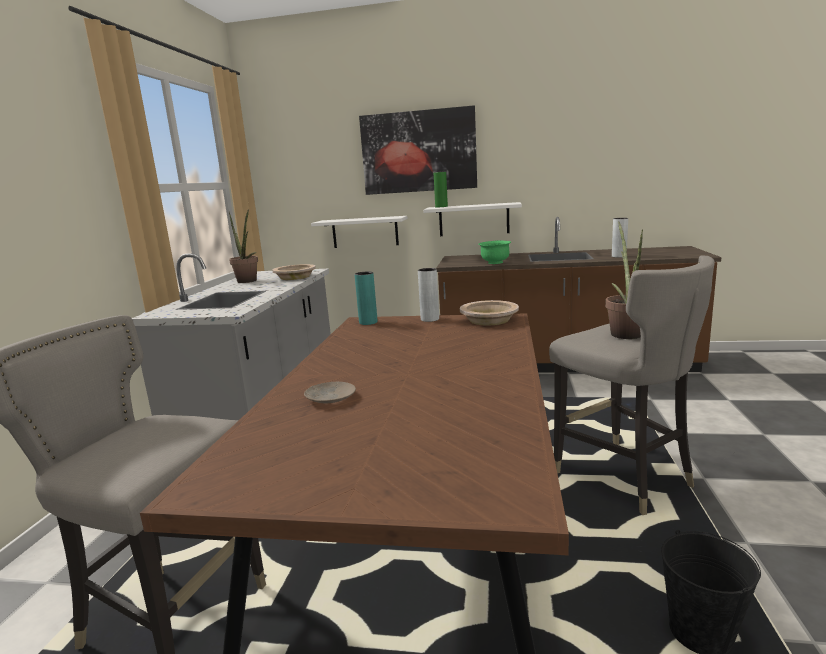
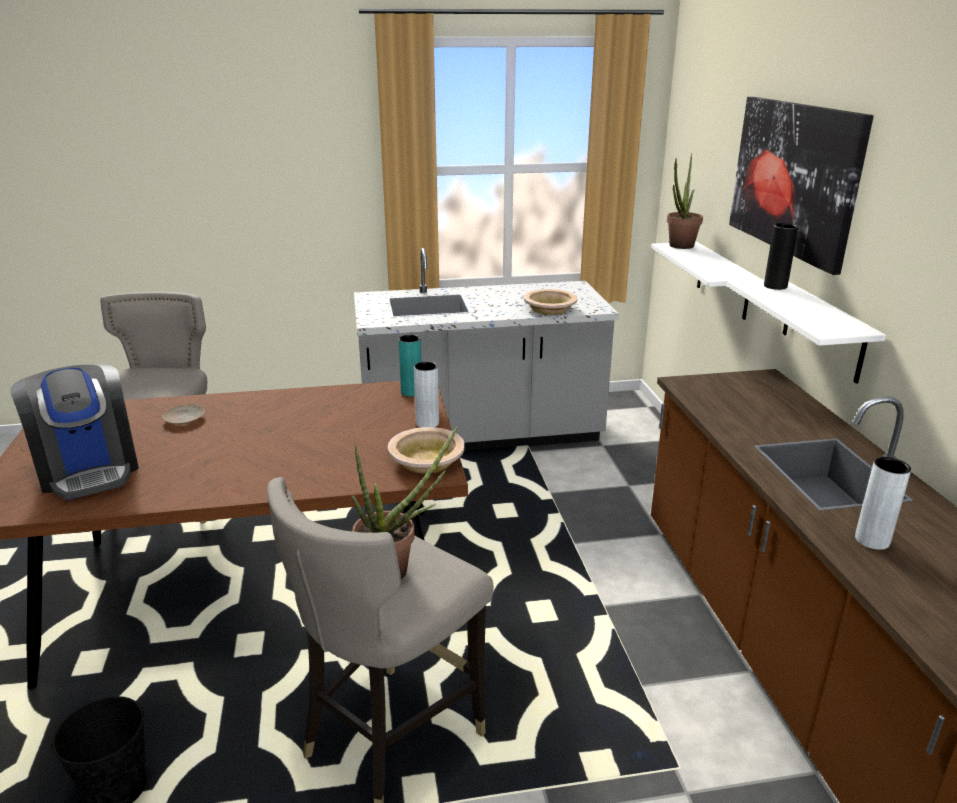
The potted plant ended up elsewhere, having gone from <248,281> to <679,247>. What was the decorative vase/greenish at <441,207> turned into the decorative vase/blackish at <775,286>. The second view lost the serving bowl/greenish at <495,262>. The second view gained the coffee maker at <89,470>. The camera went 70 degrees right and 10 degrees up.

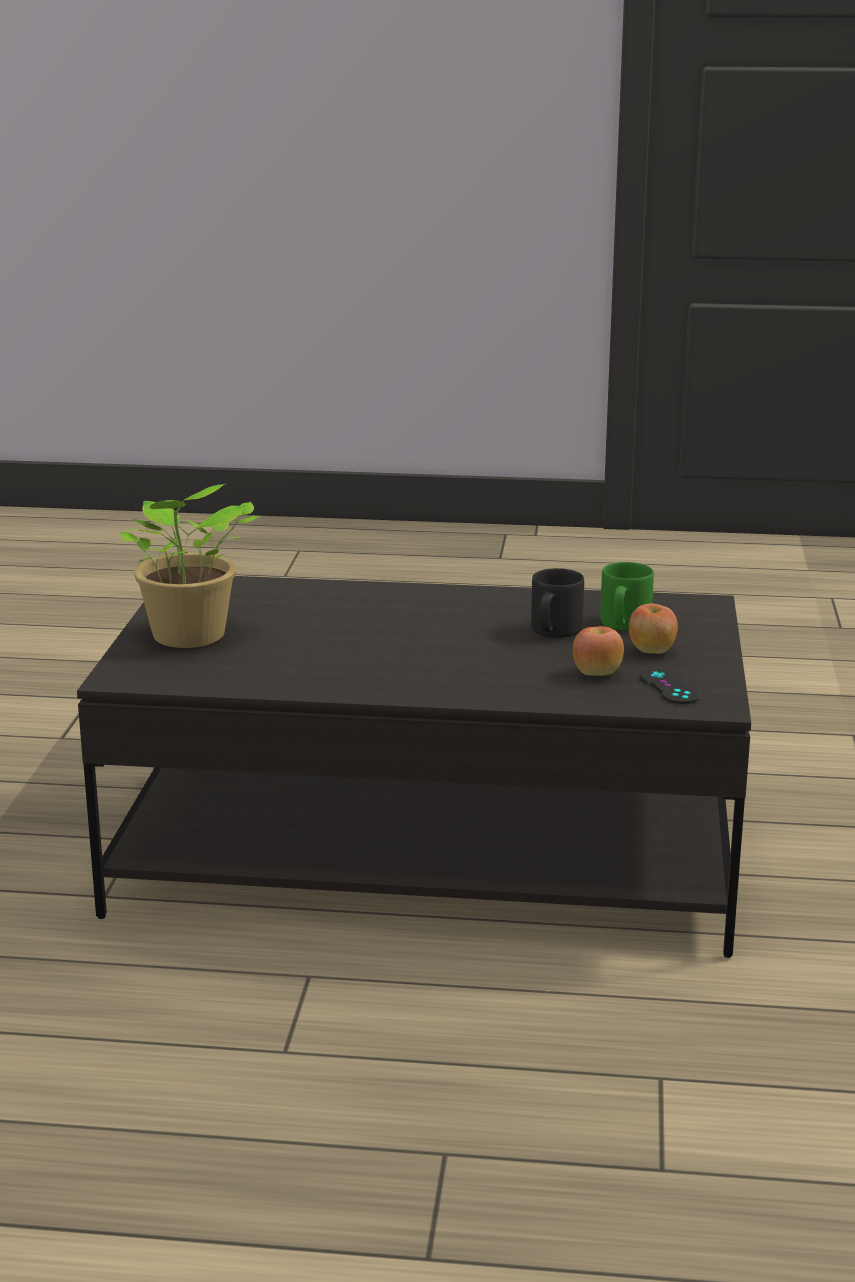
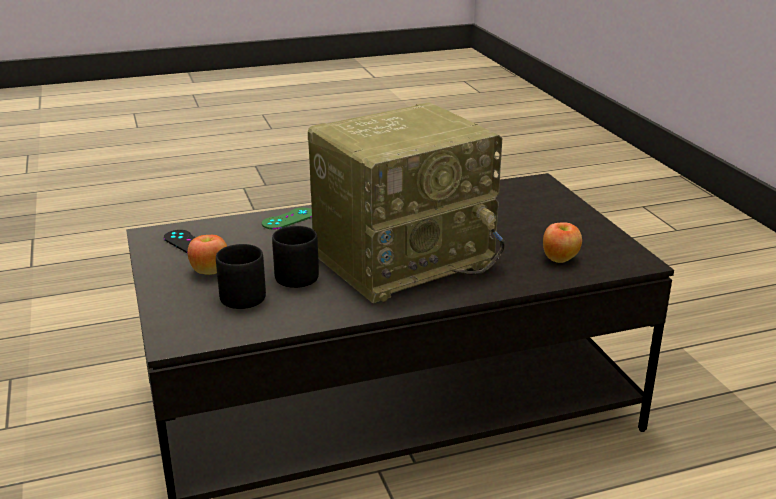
The second view lost the potted plant at <188,638>. The whole apple ended up elsewhere, having gone from <597,674> to <560,259>. What was the mug/greenish at <623,624> turned into the mug/blackish at <243,295>. The second view gained the joypad/greenish at <288,219>. The second view gained the radio set at <404,259>. The camera went 155 degrees right and 5 degrees up.

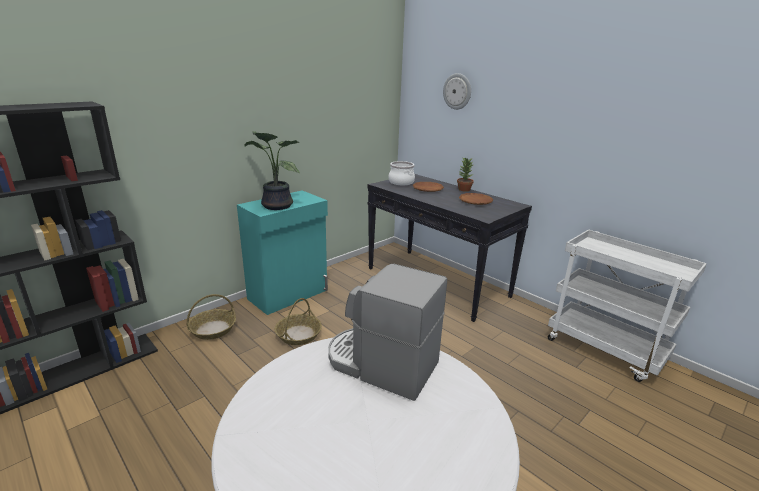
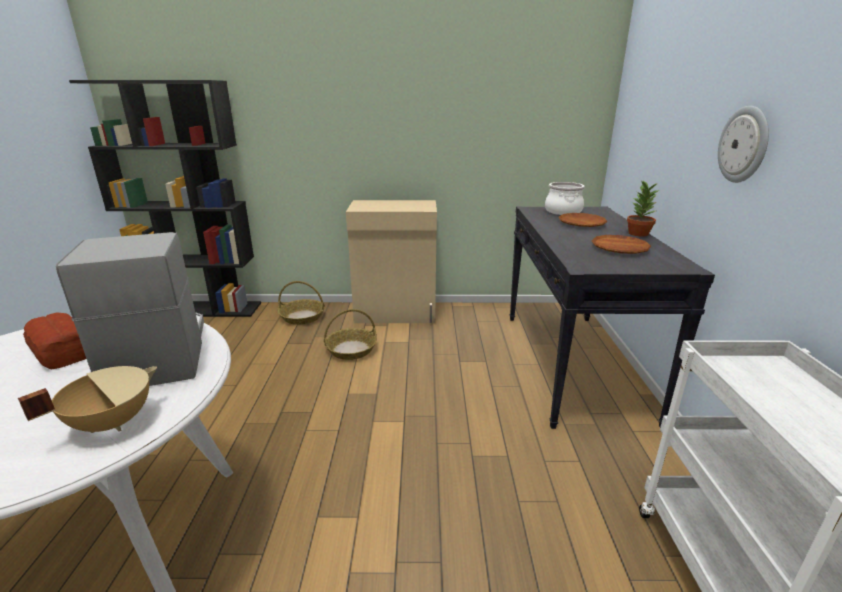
What was the cupboard/turquoise at <289,294> turned into the cupboard/sand-coloured at <396,314>. The second view lost the potted plant at <275,206>. The hanging clock ended up elsewhere, having gone from <457,91> to <744,145>. The second view gained the stockpot/sand-coloured at <111,422>. The second view gained the bakery bread at <61,351>. The camera went 45 degrees right and 0 degrees up.

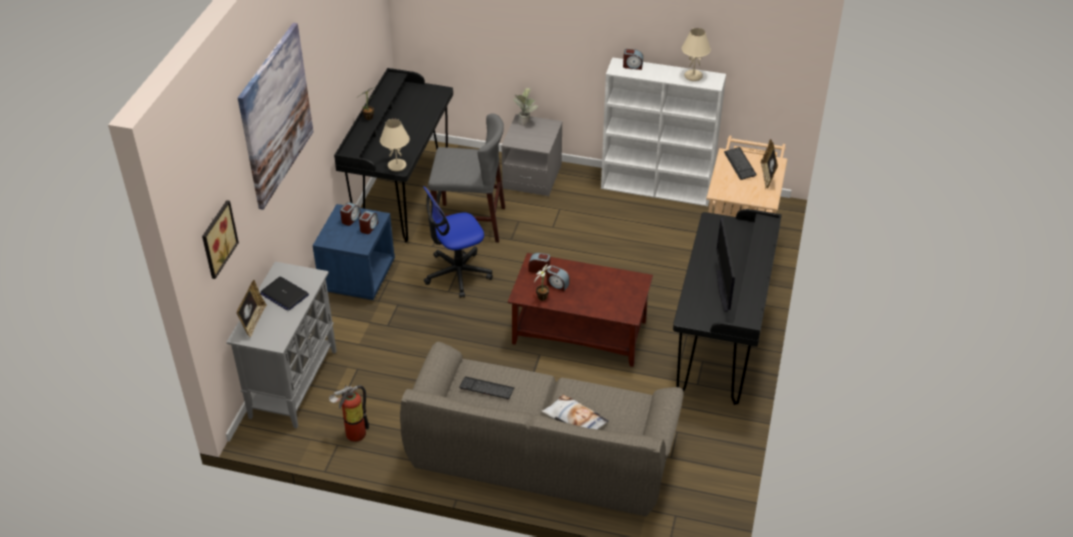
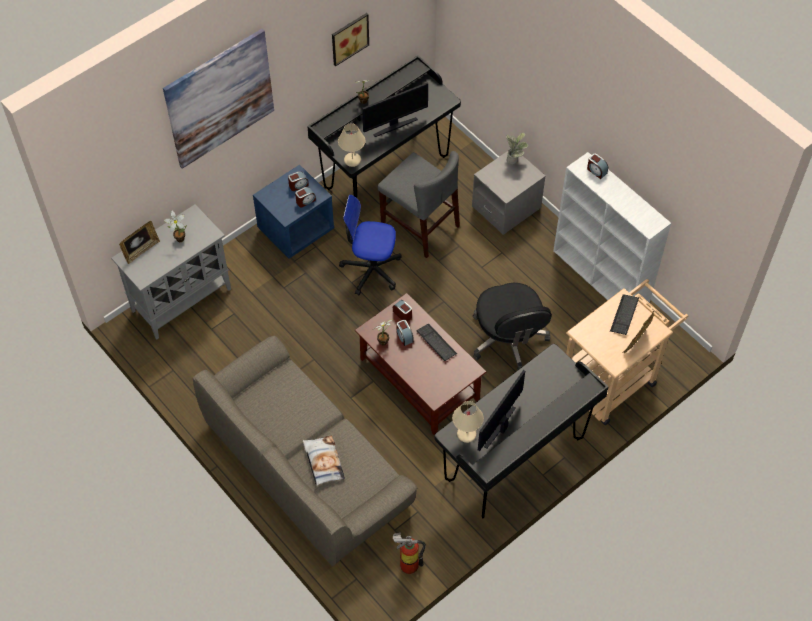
The wall art ended up elsewhere, having gone from <217,238> to <348,37>. Where the portable computer stood at <284,294>, the potted plant came to stand at <178,238>. The fire extinguisher ended up elsewhere, having gone from <352,434> to <406,563>. The computer keyboard ended up elsewhere, having gone from <486,389> to <436,343>. The lamp for a table/sand-coloured ended up elsewhere, having gone from <693,76> to <467,434>. The second view gained the computer screen at <394,126>. The second view gained the computer chair/blackish at <508,340>. The camera went 35 degrees right and 15 degrees up.

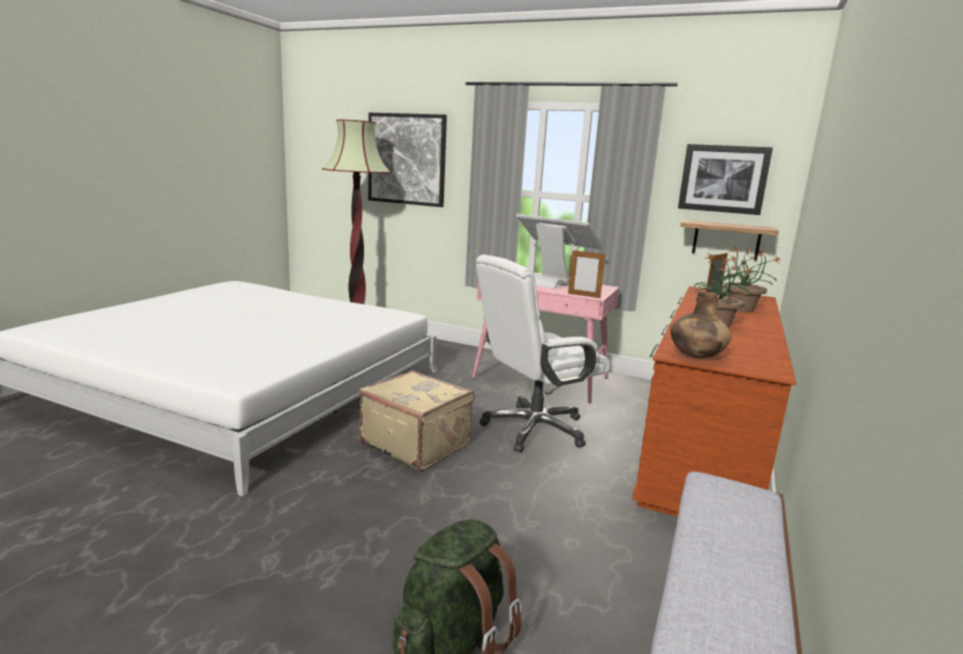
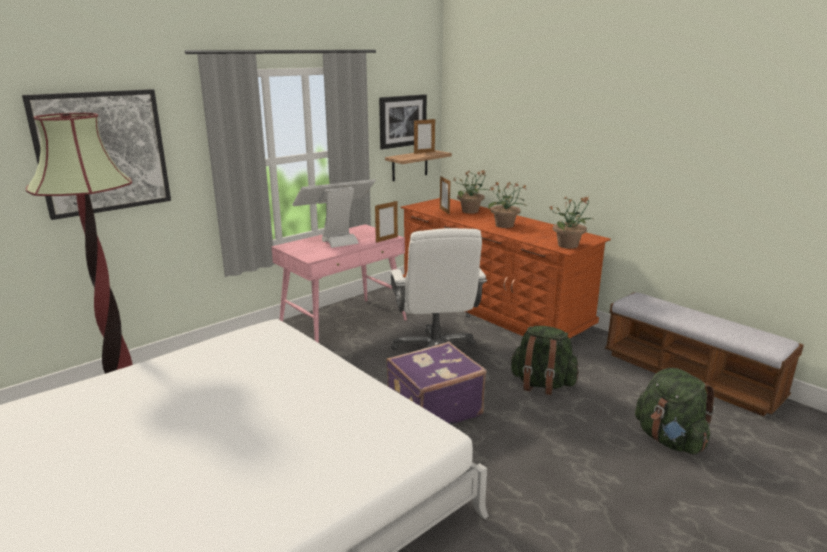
What was the suitcase/sand-coloured at <416,443> turned into the suitcase/purplish at <433,409>. Where the decorative vase/brown stood at <696,356>, the potted plant came to stand at <568,245>. The second view gained the photo frame at <424,152>. The second view gained the backpack/greenish at <541,384>. The camera went 65 degrees left and 5 degrees up.

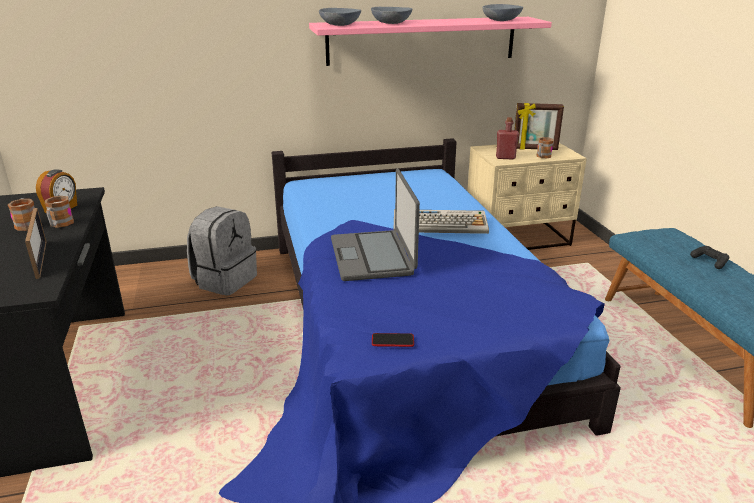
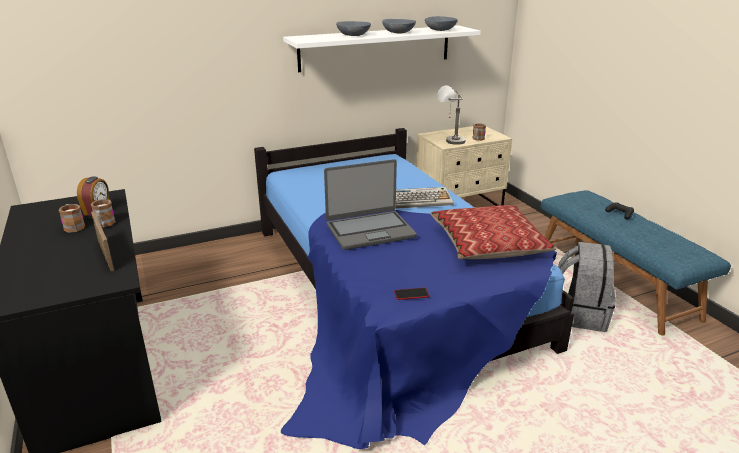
The backpack/grey ended up elsewhere, having gone from <225,280> to <579,314>. What was the wall shelf/pinkish at <422,40> turned into the wall shelf/whitish at <376,48>. The serving bowl/grey ended up elsewhere, having gone from <340,25> to <399,32>. The portable computer at <373,256> ended up facing another way, 90 degrees counterclockwise from before. Where the beverage bottle/reddish stood at <505,157>, the lamp for a table/grey came to stand at <449,141>. The second view lost the photo frame at <535,149>. The second view gained the throw pillow at <488,243>. The camera went 10 degrees left and 0 degrees up.

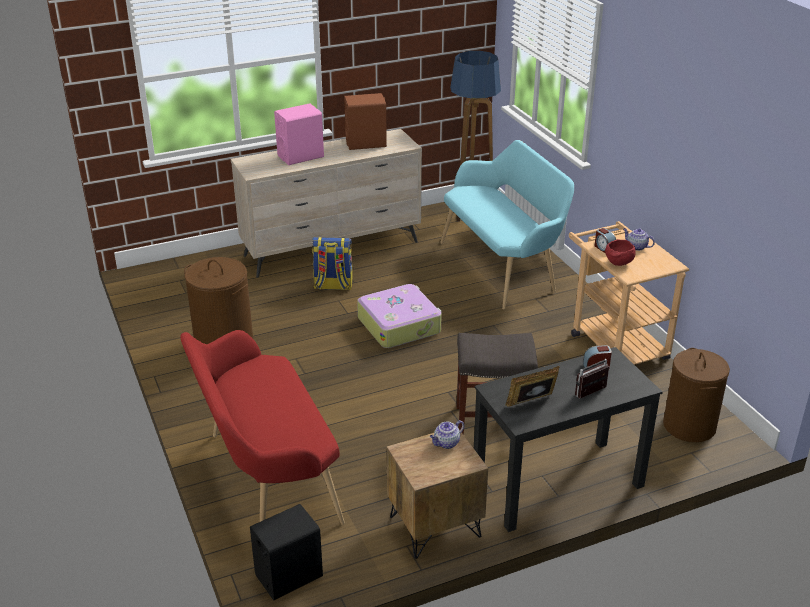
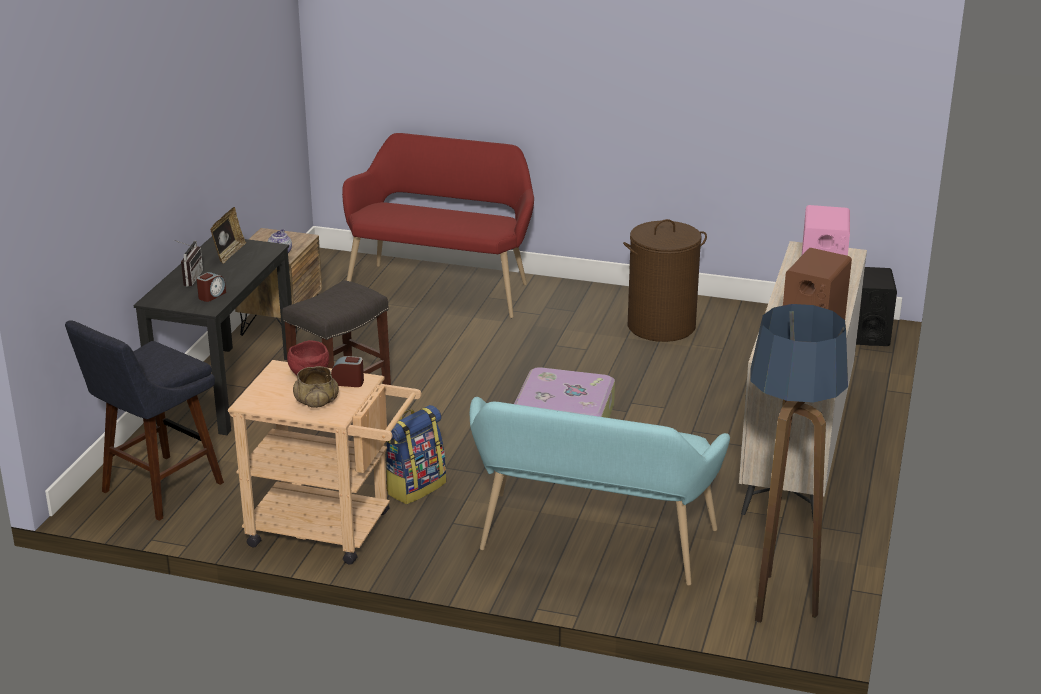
The audio speaker/blackish ended up elsewhere, having gone from <288,576> to <868,333>. The backpack ended up elsewhere, having gone from <333,286> to <415,487>. Where the teapot stood at <636,247>, the serving bowl/sand-coloured came to stand at <316,402>. Where the hamper/brown stood at <689,426>, the stool/blue came to stand at <156,490>. The camera went 130 degrees right and 5 degrees down.

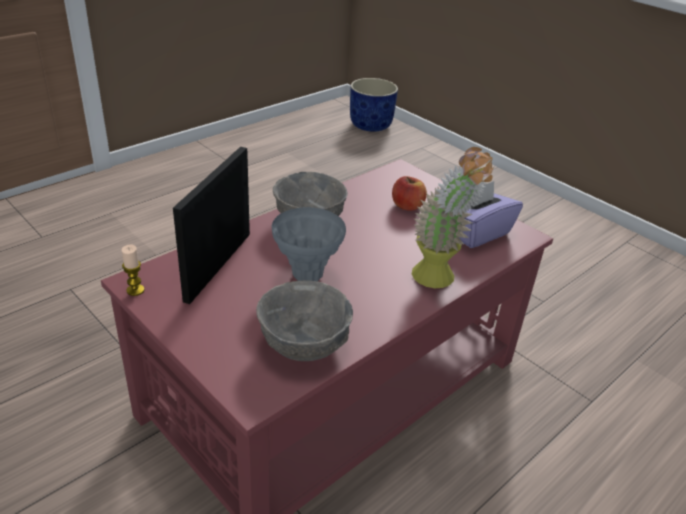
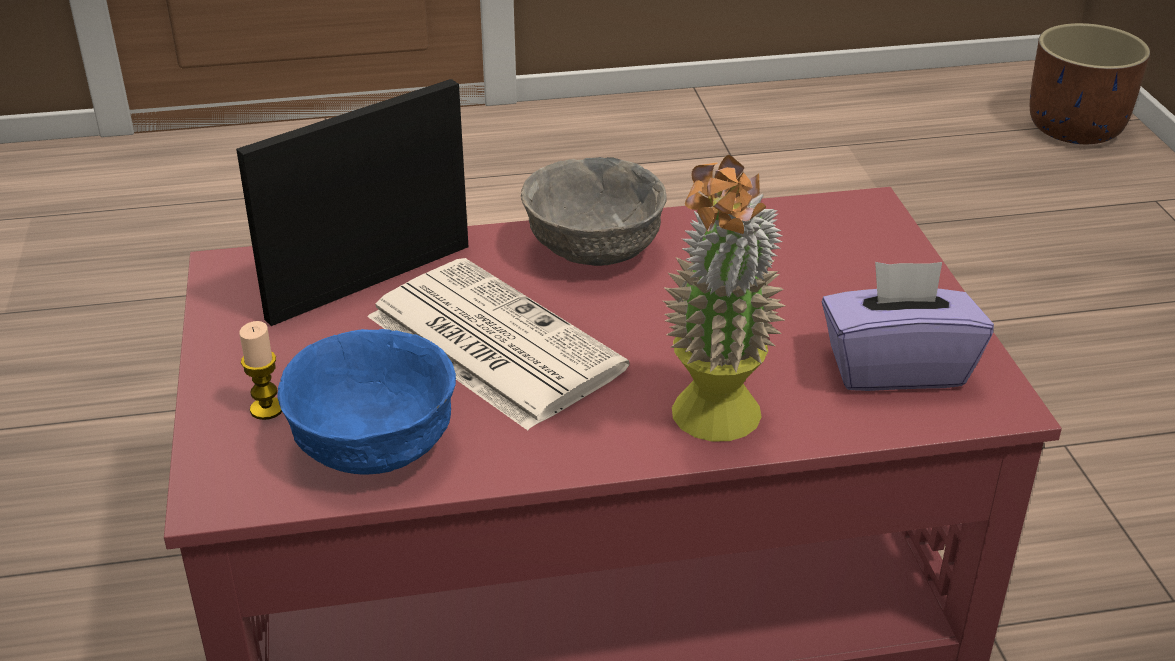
The wax candle ended up elsewhere, having gone from <135,290> to <267,409>. What was the serving bowl/grey at <305,343> turned into the serving bowl/blue at <376,445>. Where the decorative vase/grey stood at <307,276>, the newspaper came to stand at <490,342>. What was the flower pot/blue at <371,125> turned into the flower pot/brown at <1076,128>. The second view lost the whole apple at <407,206>. The camera went 35 degrees right and 0 degrees up.

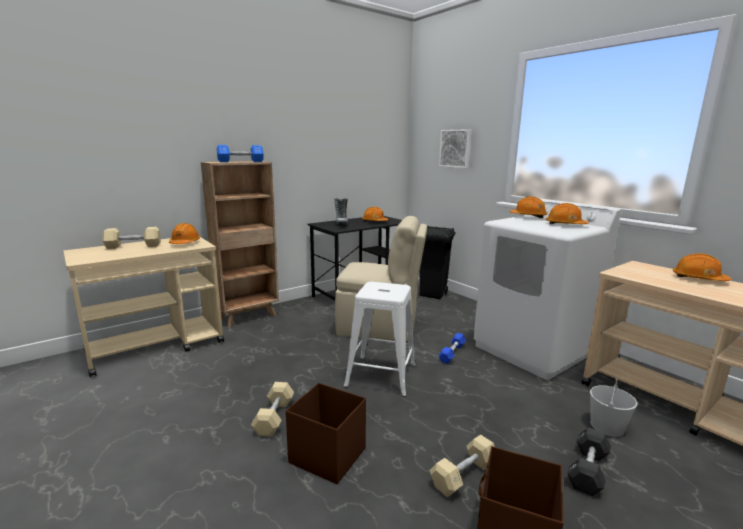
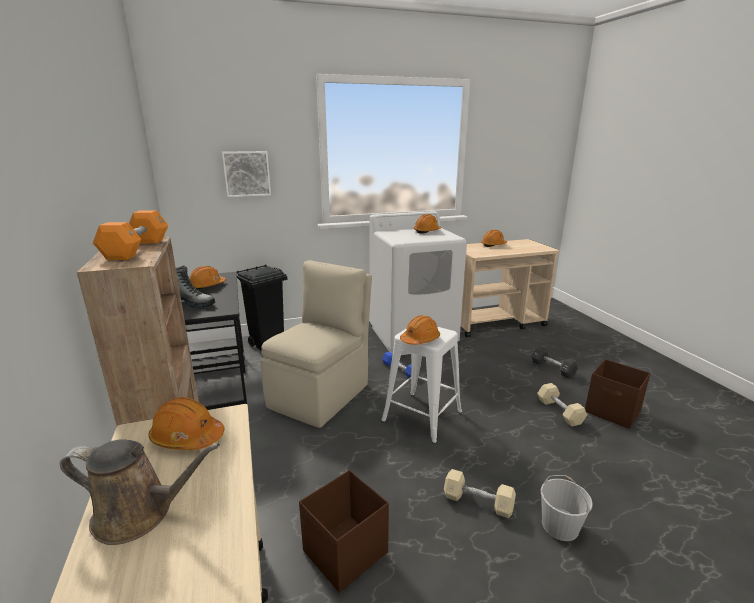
Where the hand weight/sand-coloured stood at <133,246>, the watering pot/brown came to stand at <139,514>. What was the hand weight/blue at <240,161> turned into the hand weight/orange at <137,249>. The storage container/brown ended up elsewhere, having gone from <327,455> to <344,552>. The work helmet/orange ended up elsewhere, having gone from <528,216> to <420,339>. The water bucket/whitish ended up elsewhere, having gone from <607,425> to <559,525>. The camera went 70 degrees left and 5 degrees up.

